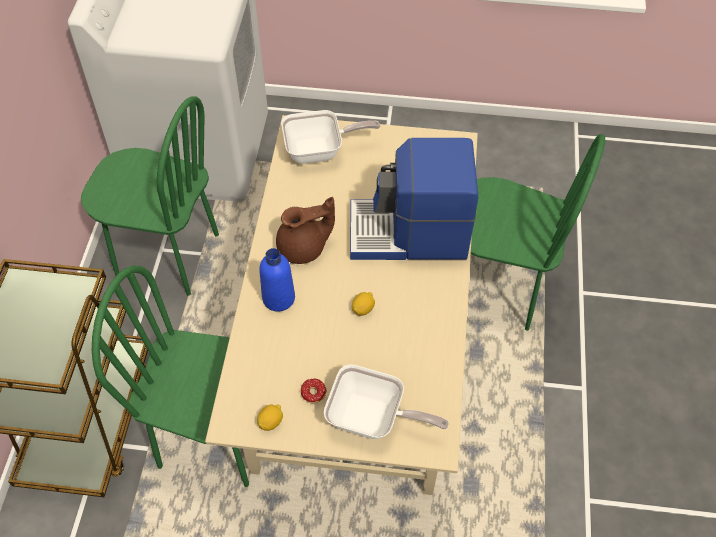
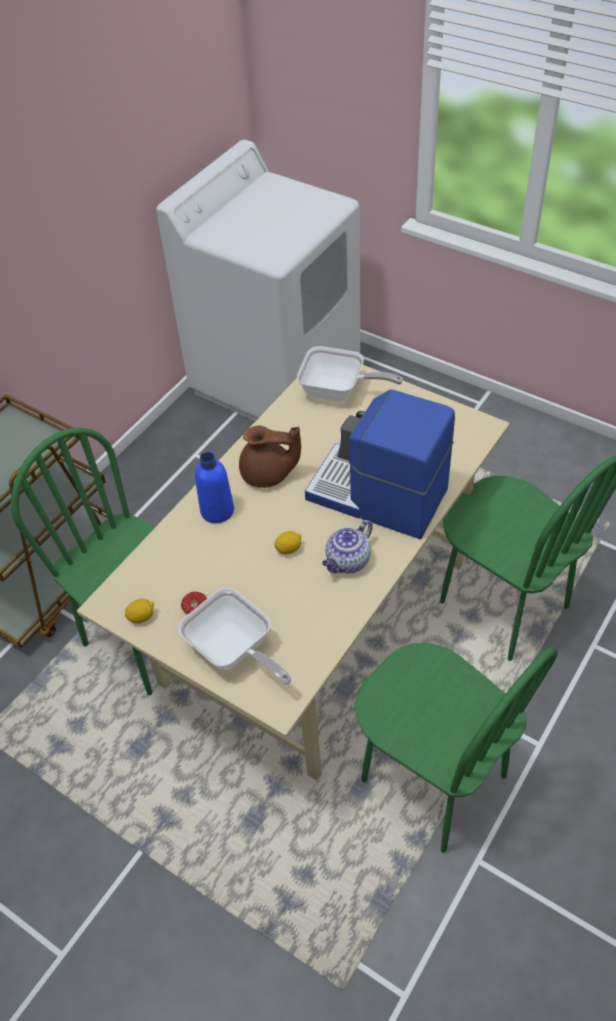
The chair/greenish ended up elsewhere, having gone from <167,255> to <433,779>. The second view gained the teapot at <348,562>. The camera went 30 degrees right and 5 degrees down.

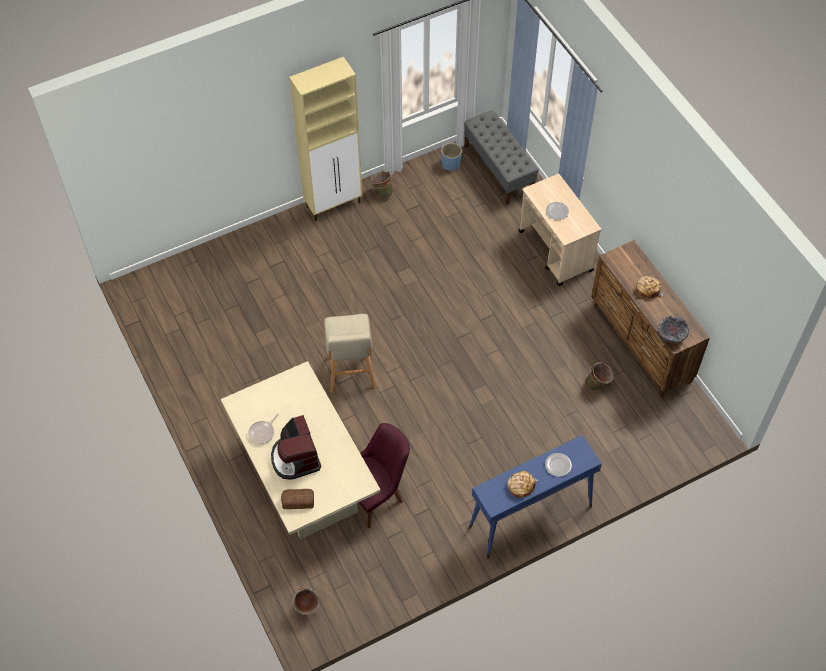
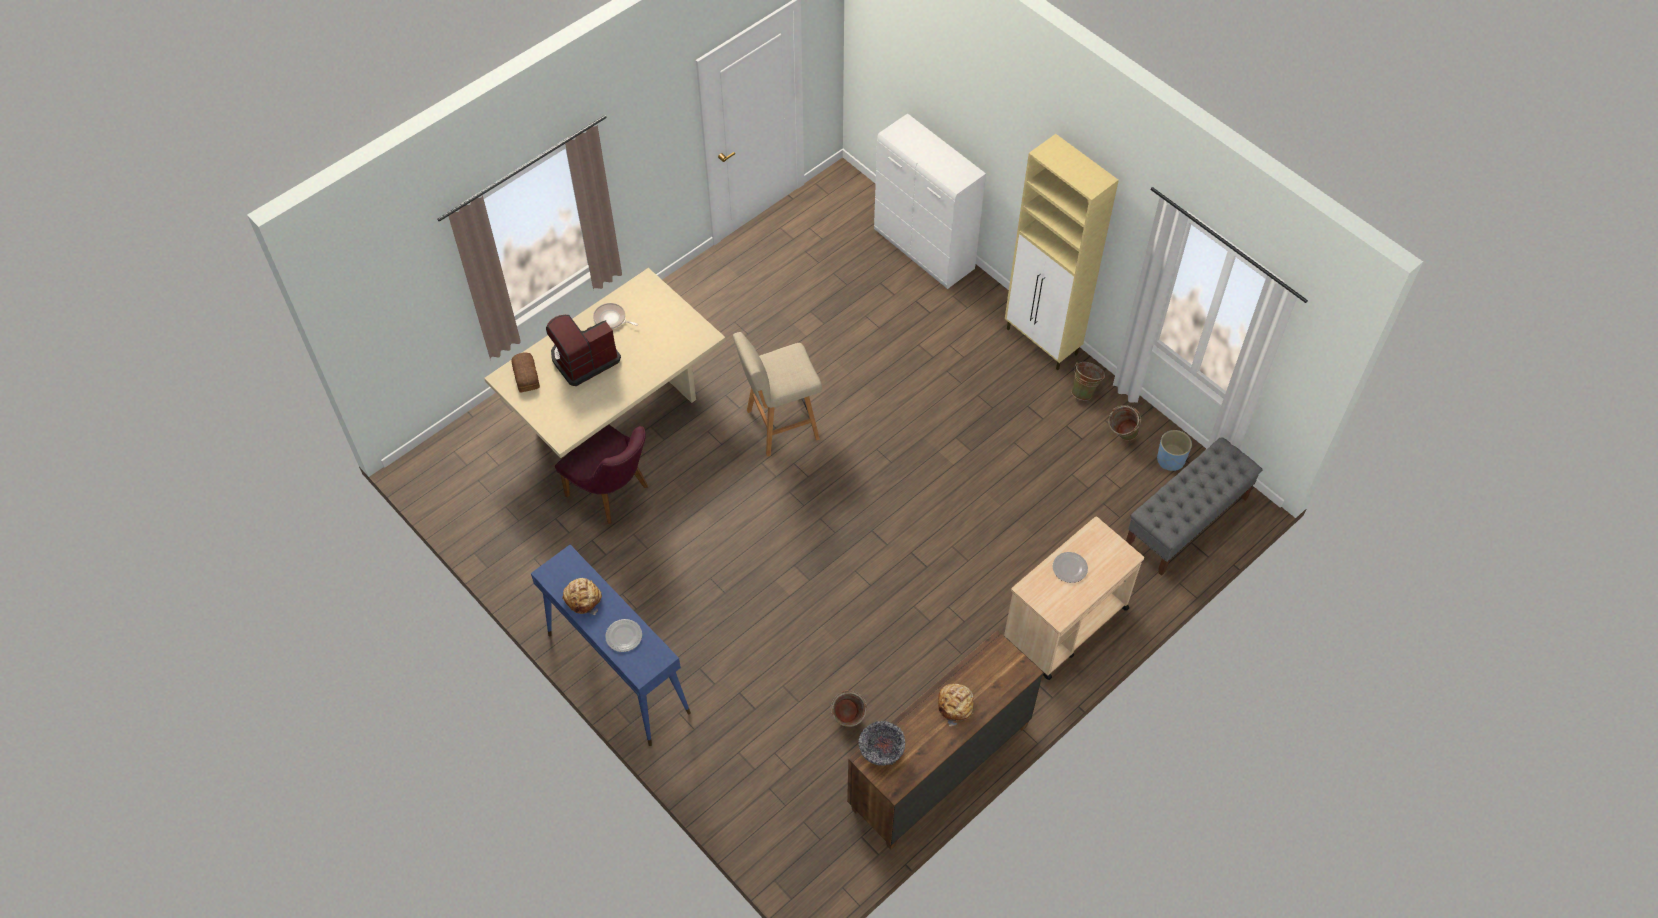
The water bucket/greenish ended up elsewhere, having gone from <307,609> to <1121,436>. The second view gained the cupboard/whitish at <924,251>. The camera went 75 degrees right and 0 degrees up.

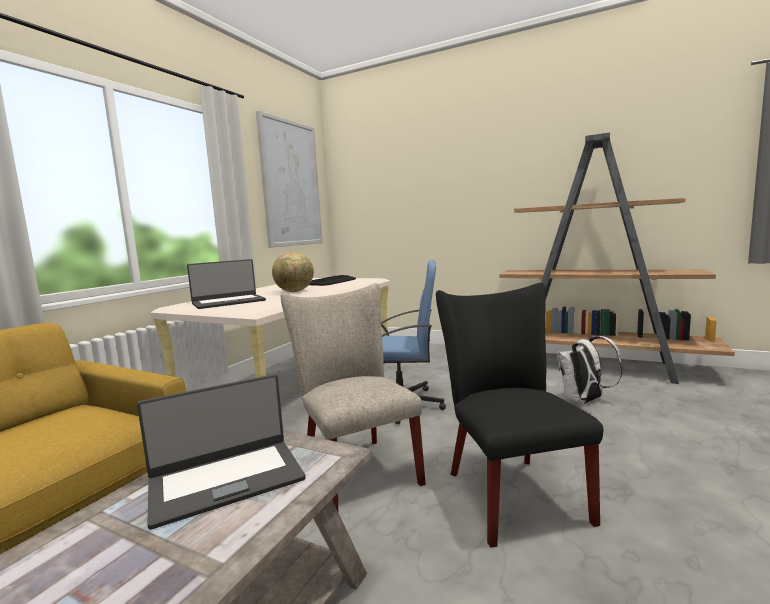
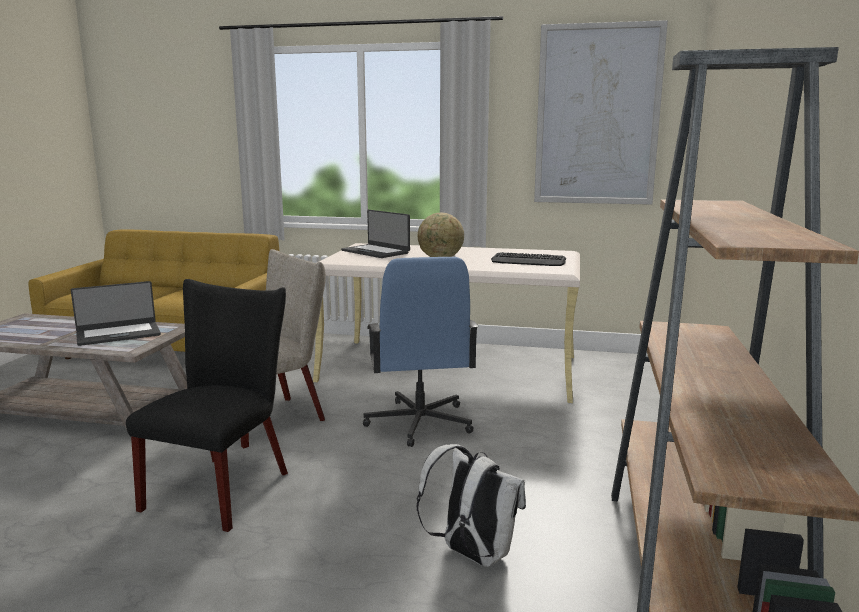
The portable computer at <226,479> ended up facing another way, 75 degrees counterclockwise from before. The chair/blackish at <509,491> ended up facing another way, 45 degrees counterclockwise from before. The camera went 75 degrees right and 5 degrees up.

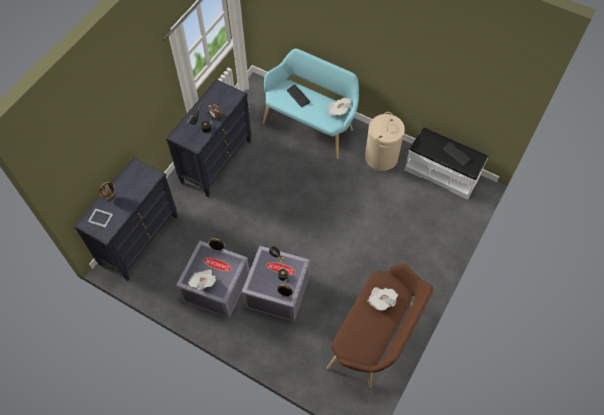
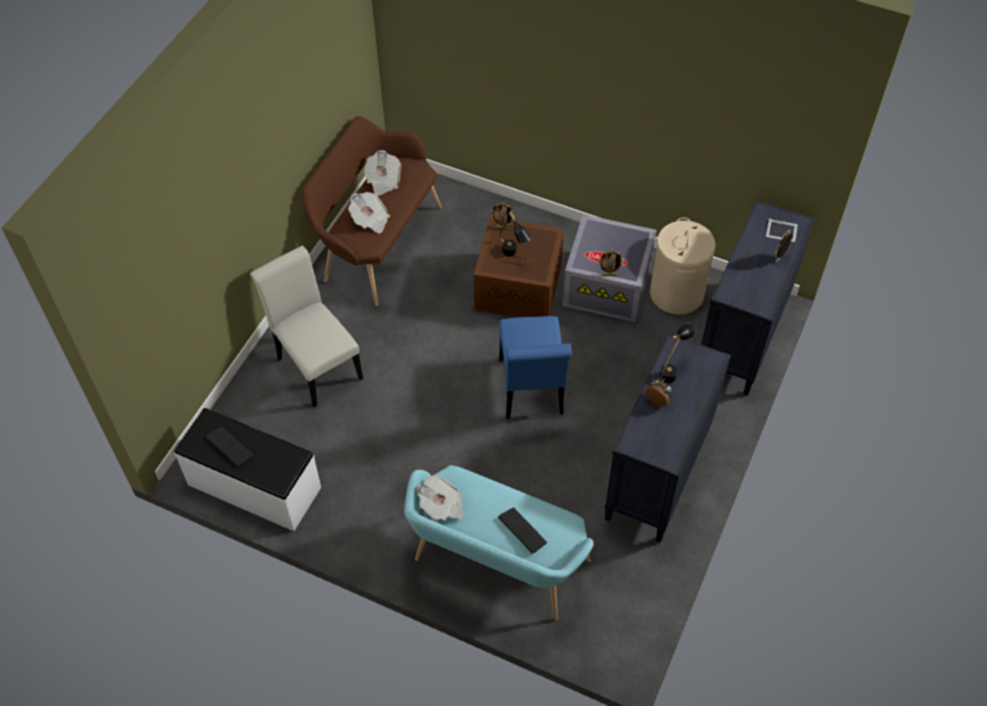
The newspaper ended up elsewhere, having gone from <204,282> to <383,180>. What was the storage container/grey at <276,292> turned into the storage container/brown at <520,286>. The hamper/sand-coloured ended up elsewhere, having gone from <381,157> to <676,293>. The second view gained the chair/whitish at <316,364>. The second view gained the chair/blue at <531,391>. The camera went 175 degrees right and 5 degrees down.

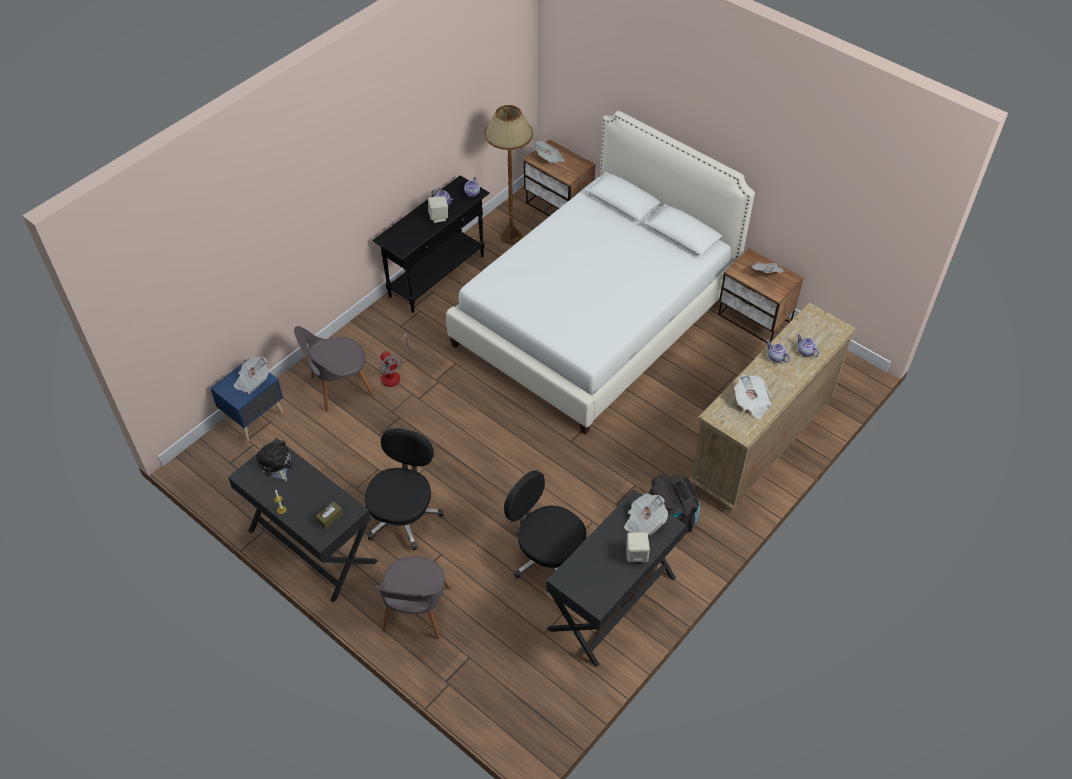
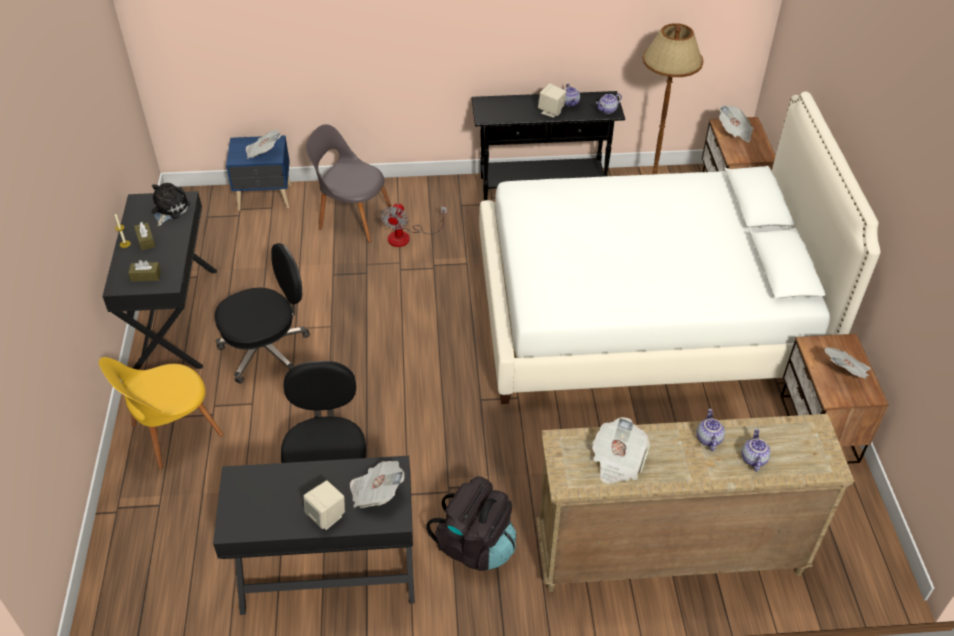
What was the chair/grey at <416,612> turned into the chair/yellow at <173,432>. The second view gained the tissue holder/brown at <146,240>. The camera went 45 degrees right and 5 degrees down.

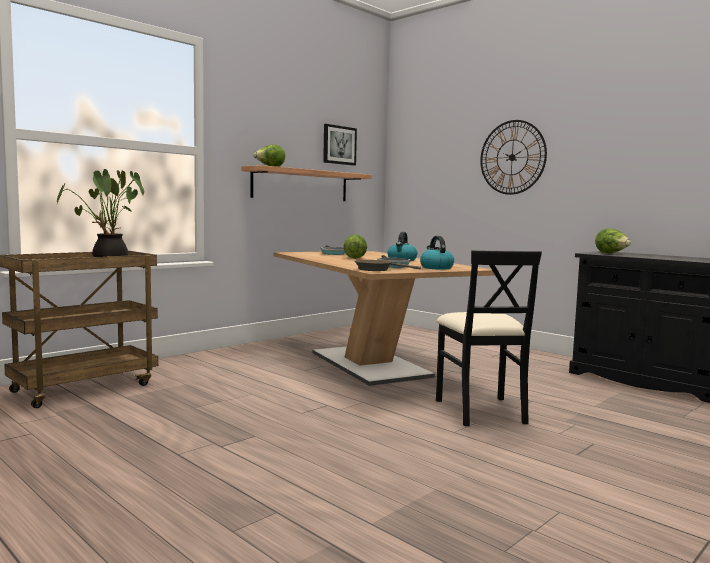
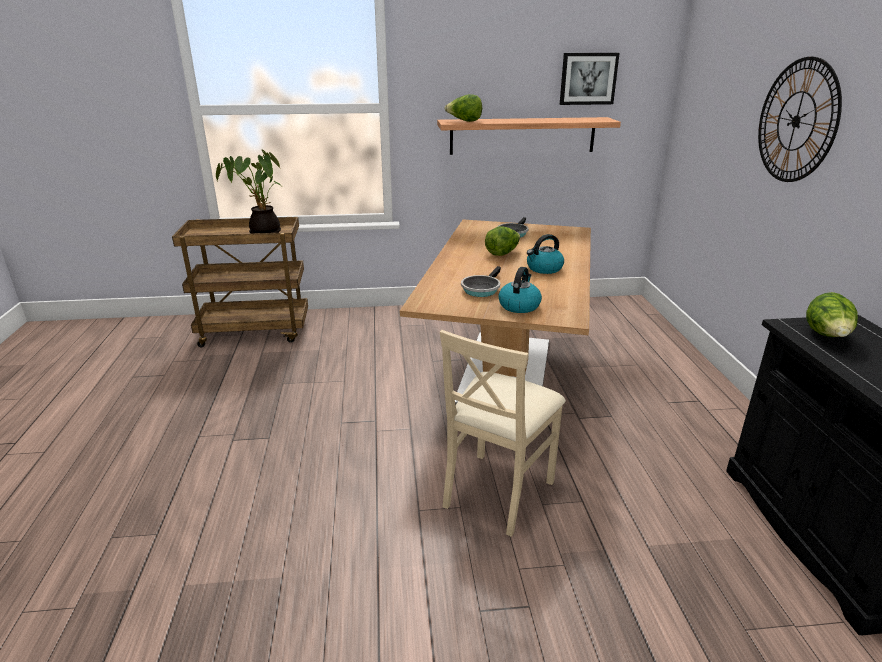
The second view lost the skillet/brown at <377,269>. What was the chair/blackish at <481,410> turned into the chair/sand-coloured at <497,491>. The camera went 40 degrees right and 20 degrees up.

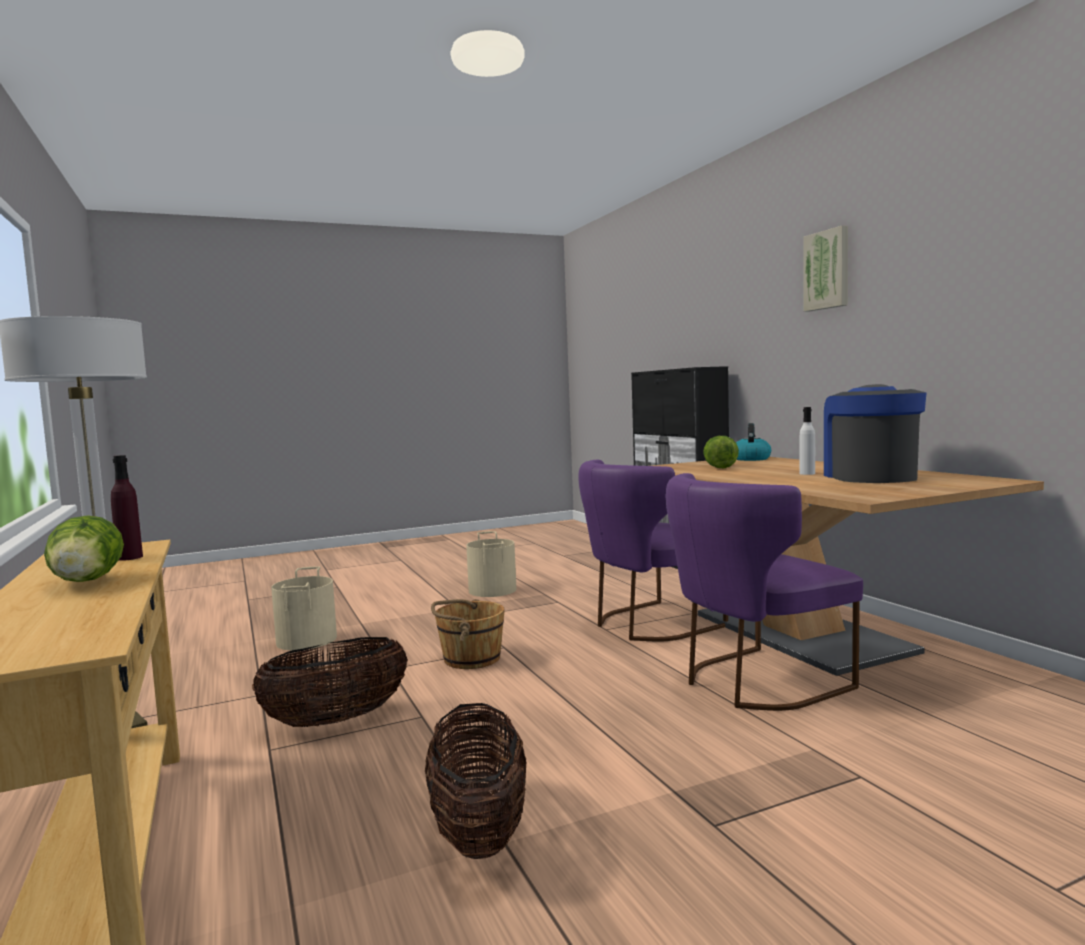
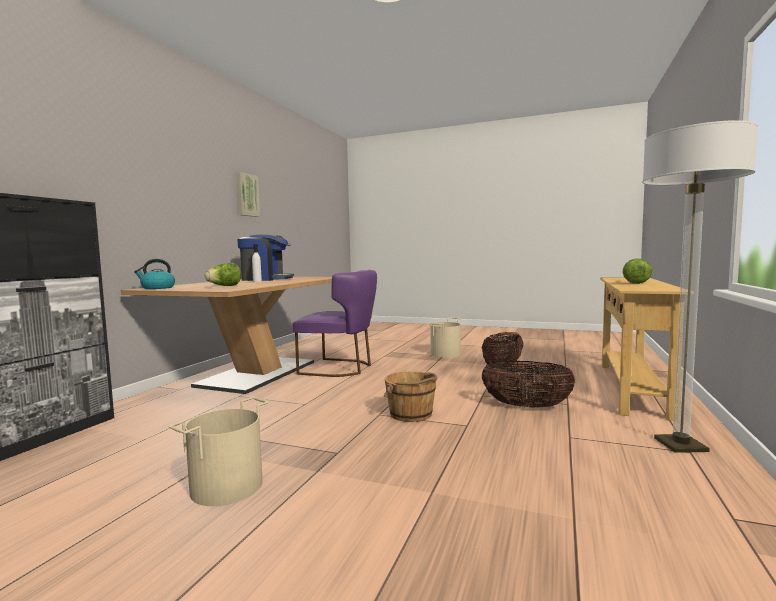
The second view lost the beverage bottle/purplish at <129,557>. The water bucket/sand-coloured ended up elsewhere, having gone from <305,640> to <446,354>. The second view lost the chair/purplish at <649,624>. The wall art ended up elsewhere, having gone from <827,270> to <247,195>. The coffee maker at <869,476> ended up facing another way, 135 degrees counterclockwise from before. The camera went 135 degrees left and 0 degrees up.

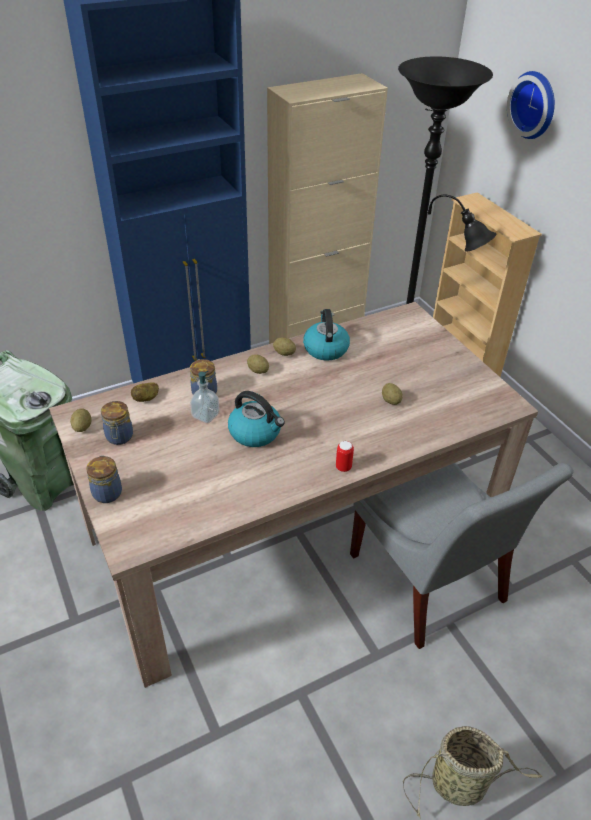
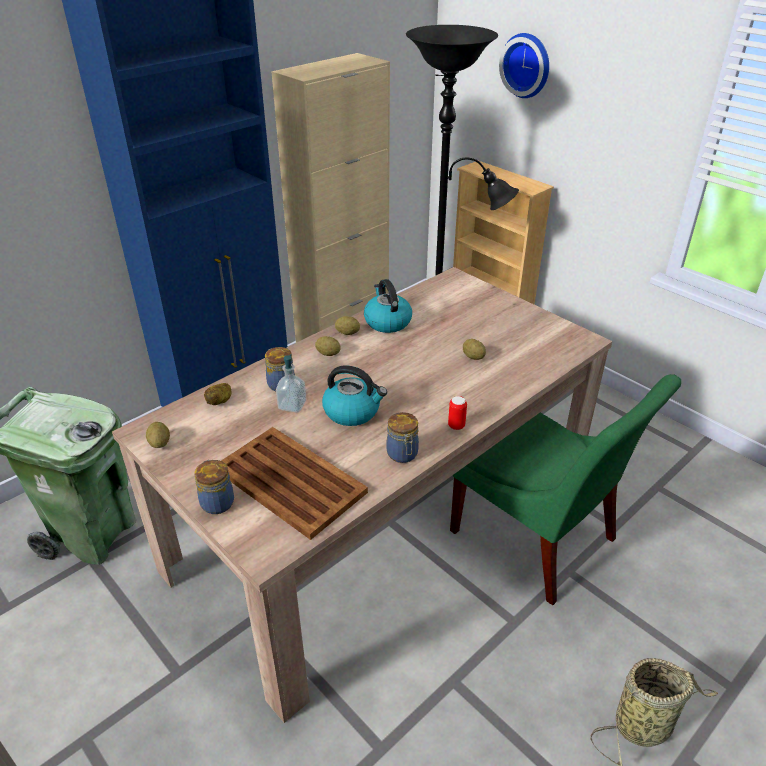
The storage jar ended up elsewhere, having gone from <119,437> to <402,454>. What was the chair/grey at <429,583> turned into the chair/greenish at <537,540>. The second view gained the serving tray/brown at <289,480>. The camera went 15 degrees left and 5 degrees down.

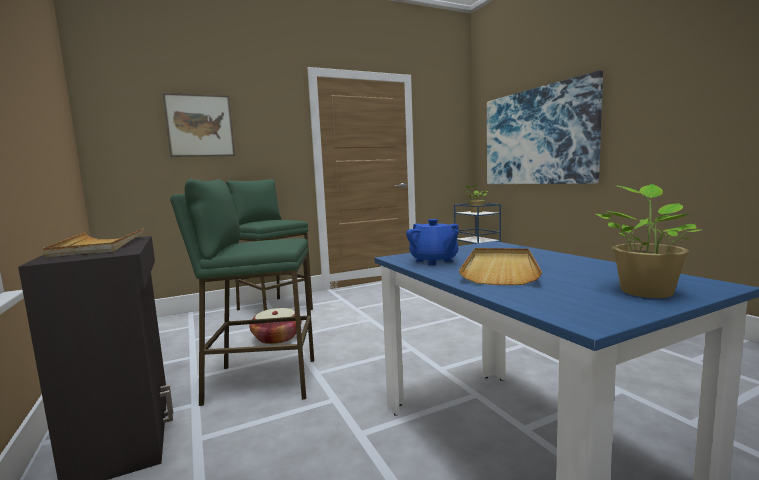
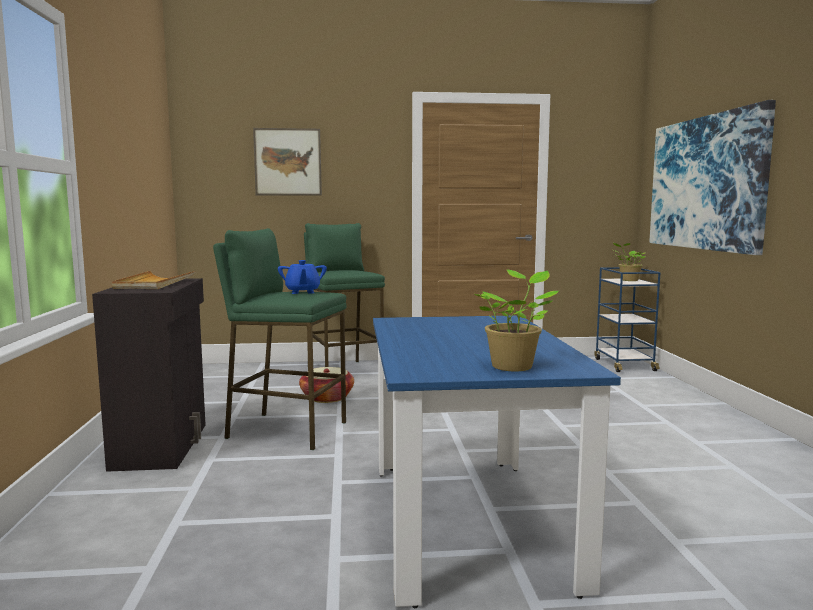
The teapot/blue ended up elsewhere, having gone from <434,261> to <302,292>. The second view lost the serving tray/sand-coloured at <500,269>. The camera went 20 degrees right and 0 degrees up.

